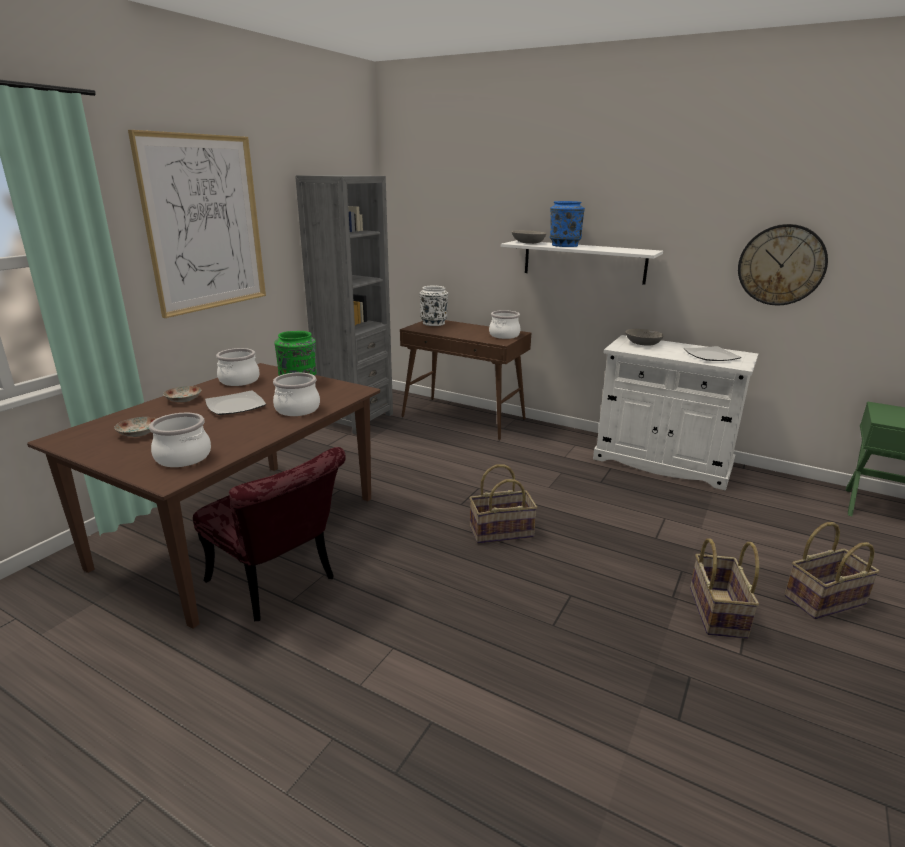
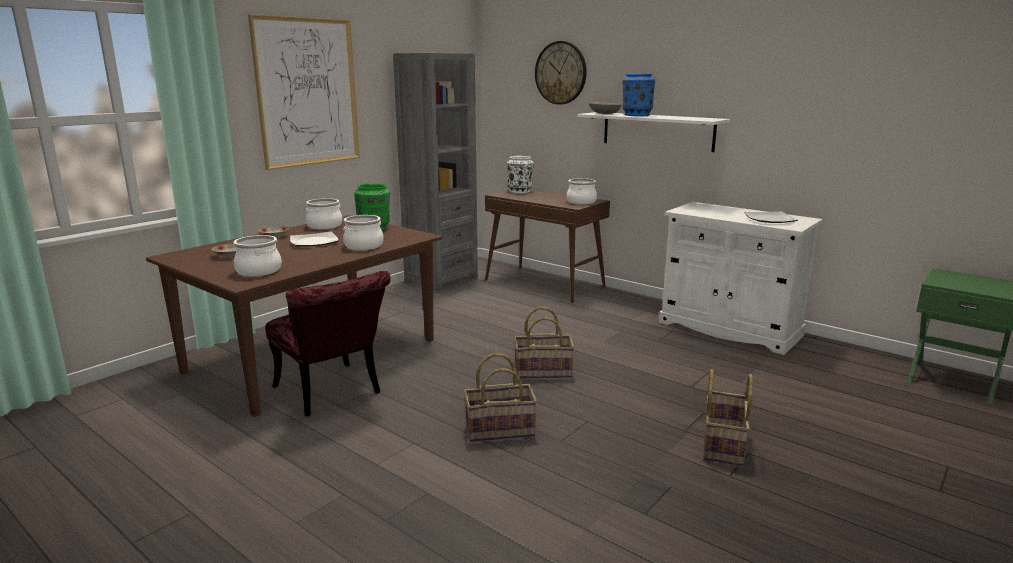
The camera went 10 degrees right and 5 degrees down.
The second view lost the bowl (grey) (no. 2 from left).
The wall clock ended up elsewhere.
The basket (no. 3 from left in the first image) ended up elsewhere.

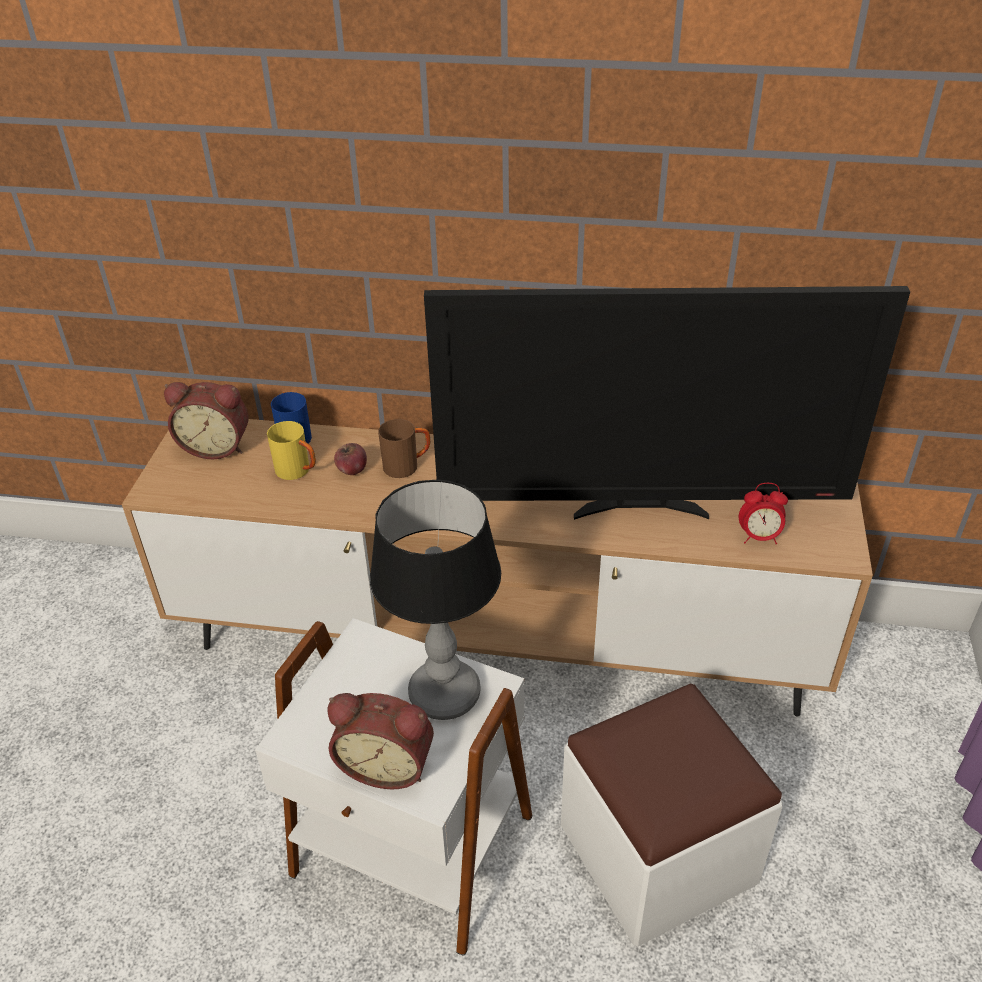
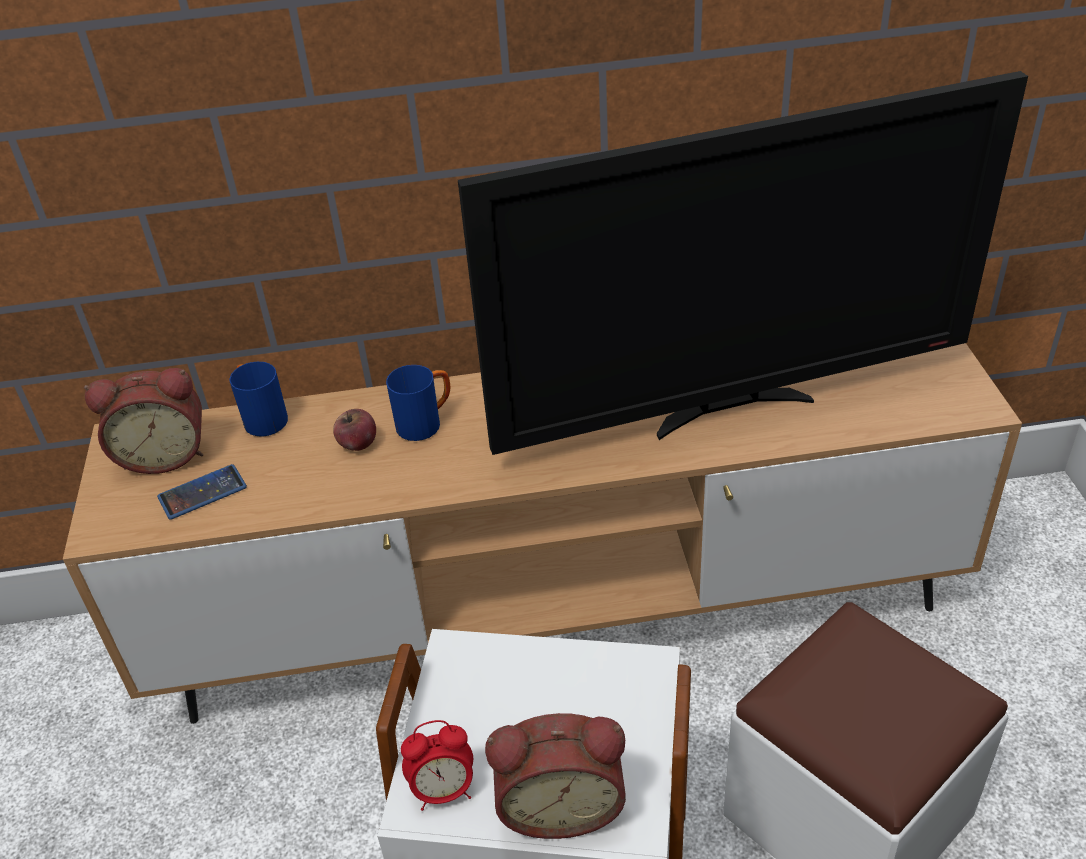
The camera went 15 degrees left and 0 degrees up.
The second view lost the mug (yellow).
The second view lost the table lamp.
The second view gained the phone.
The alarm clock (no. 3 from left in the first image) ended up elsewhere.
What was the mug (brown) turned into the mug (blue) (no. 2 from left).

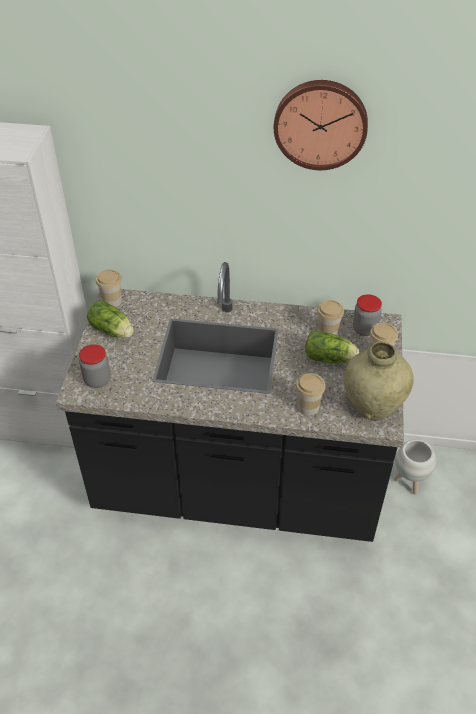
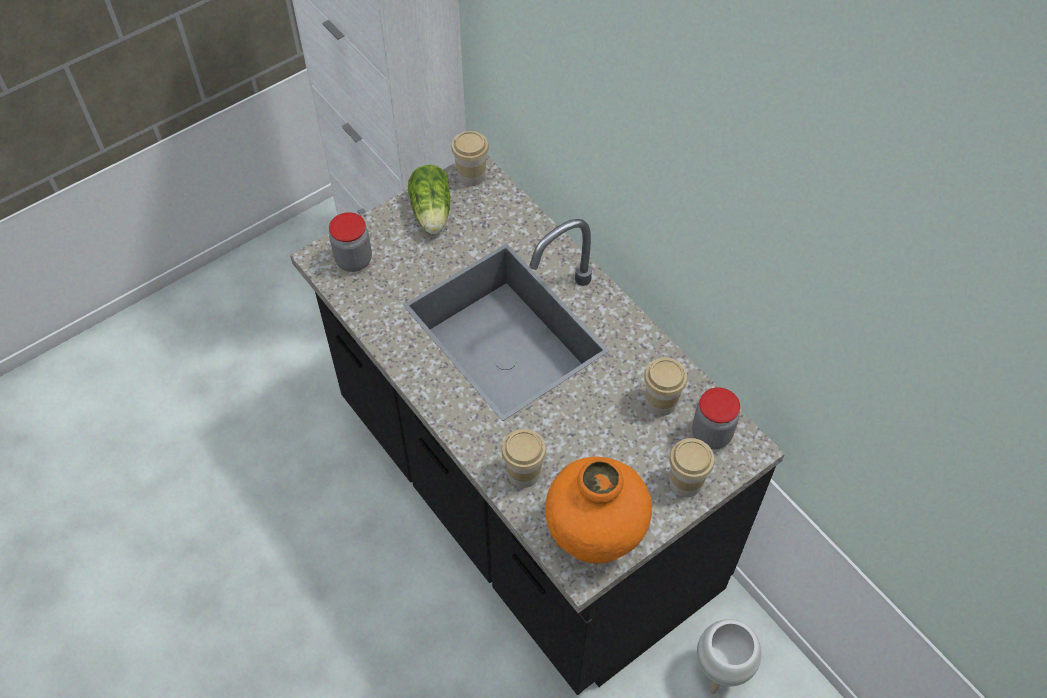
The camera went 45 degrees right and 10 degrees up.
The second view lost the wall clock.
The second view lost the lettuce (no. 2 from left).
What was the vase (beige) turned into the vase (orange).

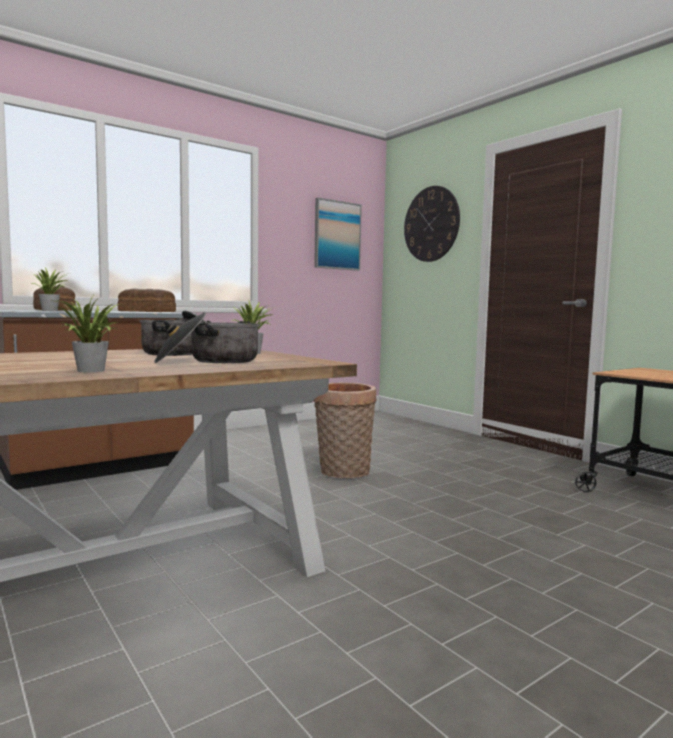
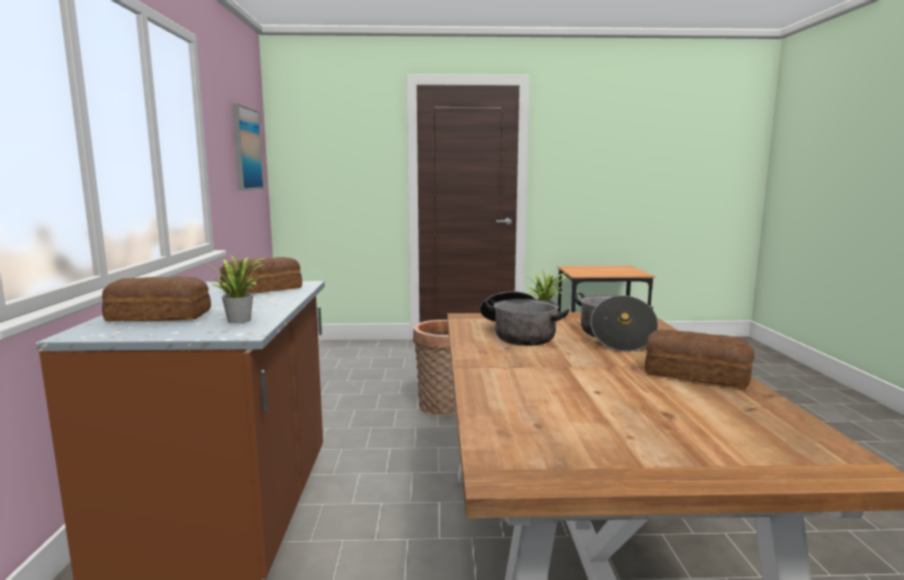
The camera went 55 degrees left and 5 degrees up.
The second view lost the wall clock.
Where the potted plant (no. 2 from left) stood, the bread (no. 3 from left) came to stand.

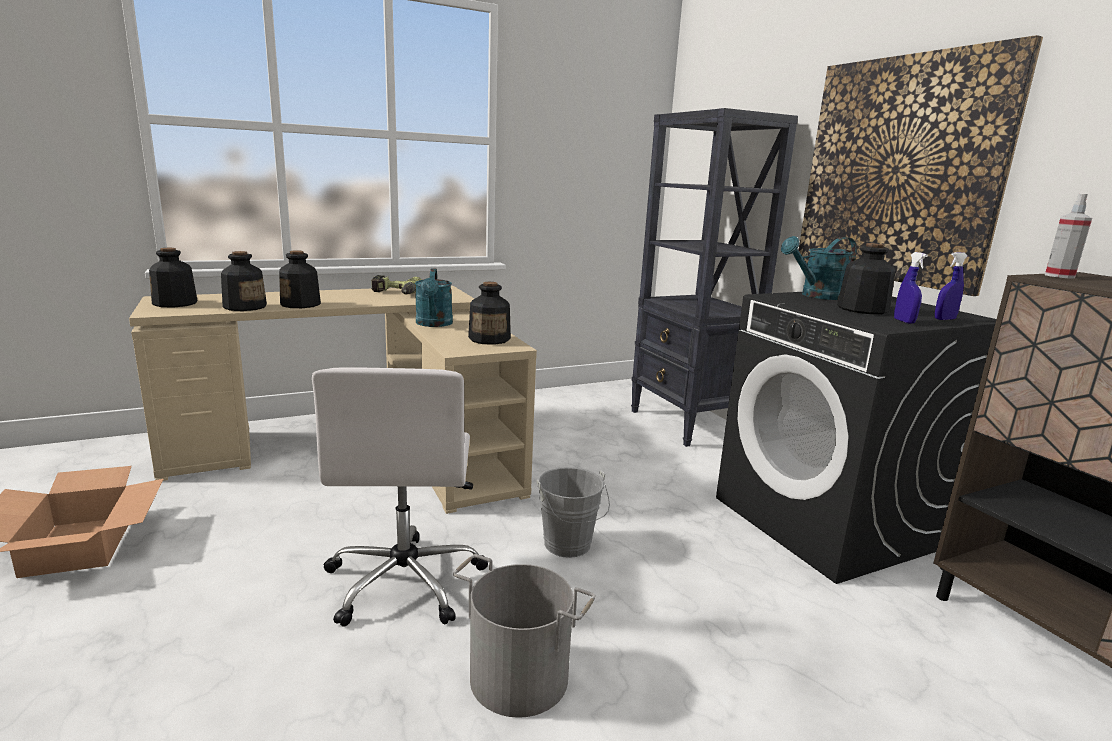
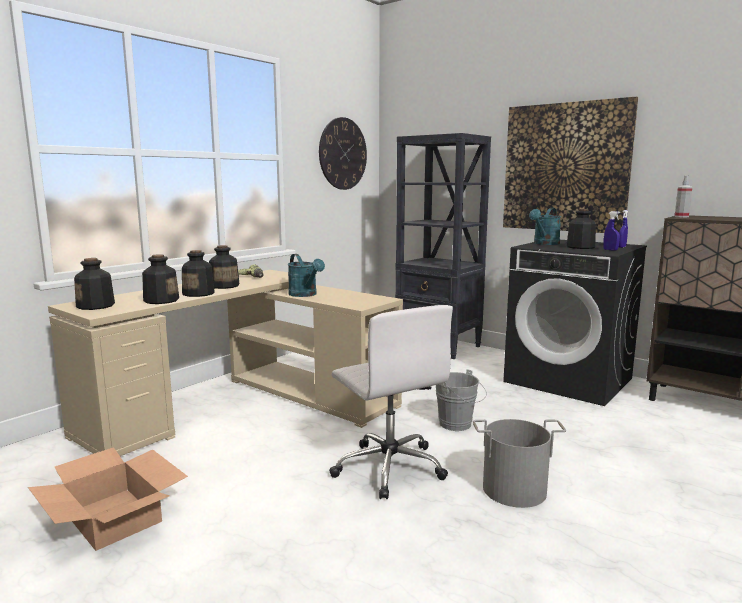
The camera went 25 degrees left and 5 degrees down.
The second view gained the wall clock.
The bottle (no. 4 from left) ended up elsewhere.

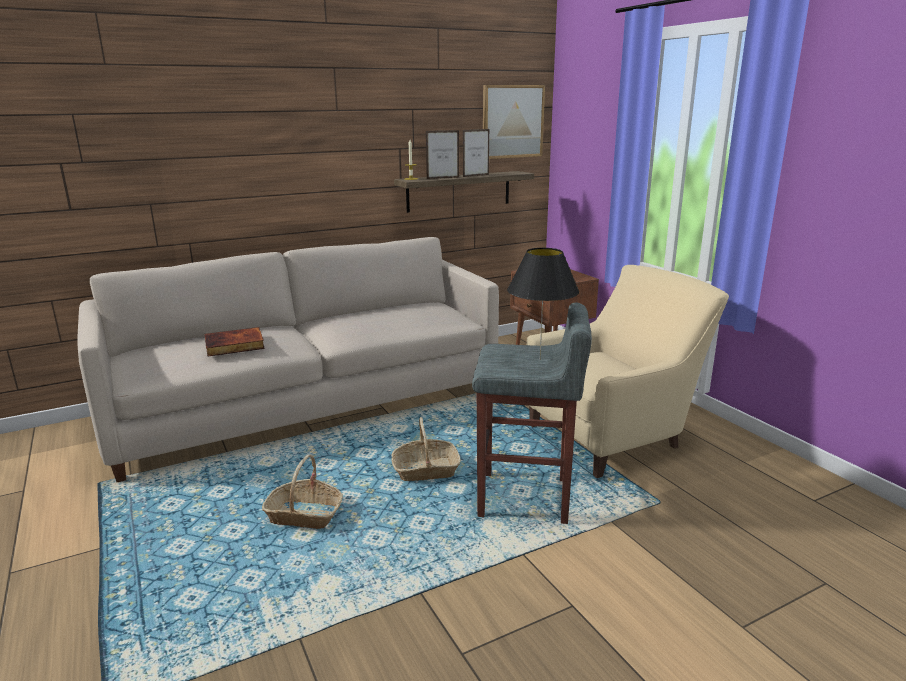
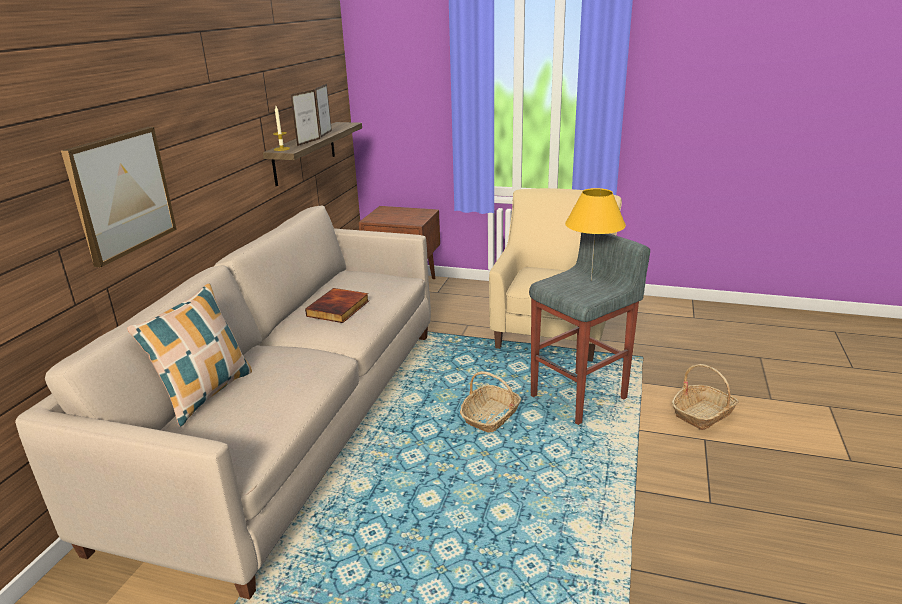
The camera went 45 degrees left and 5 degrees up.
The second view gained the pillow.
The book ended up elsewhere.
The basket (no. 1 from left in the first image) ended up elsewhere.
The picture ended up elsewhere.
What was the table lamp (black) turned into the table lamp (yellow).

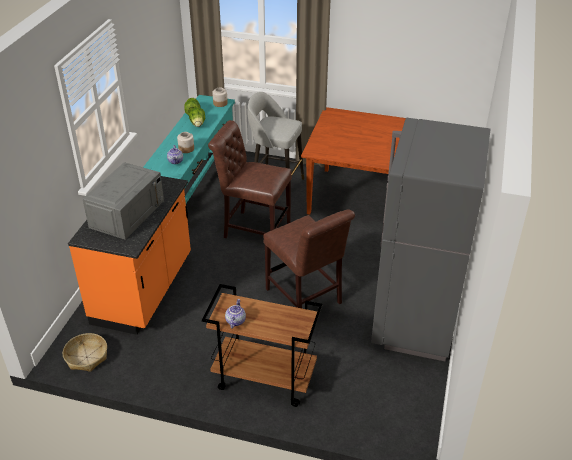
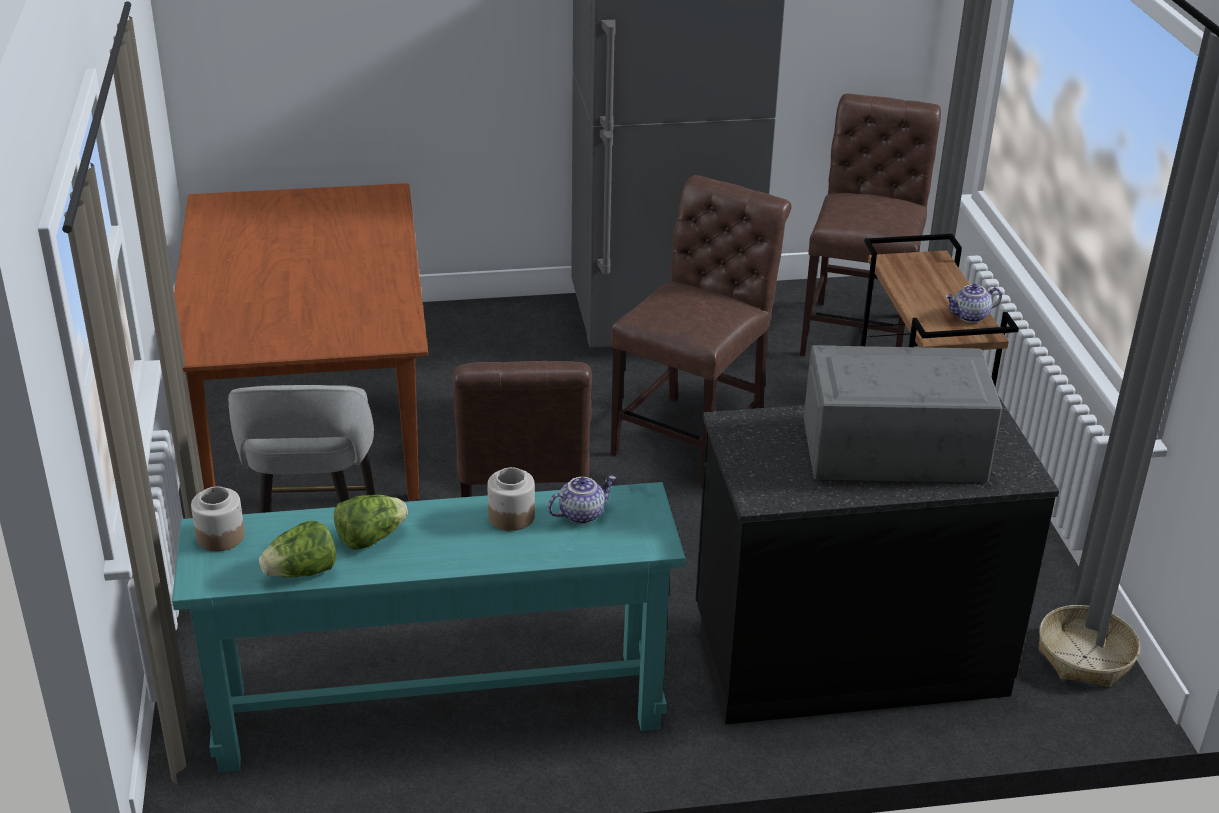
The camera went 115 degrees left and 5 degrees down.
The second view gained the chair (brown) (no. 3 from left).
What was the counter (orange) turned into the counter (black).

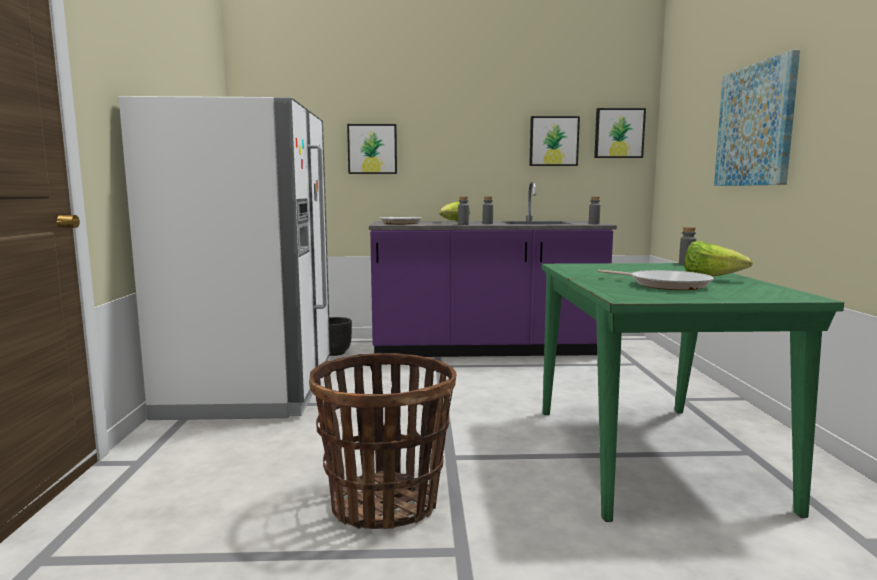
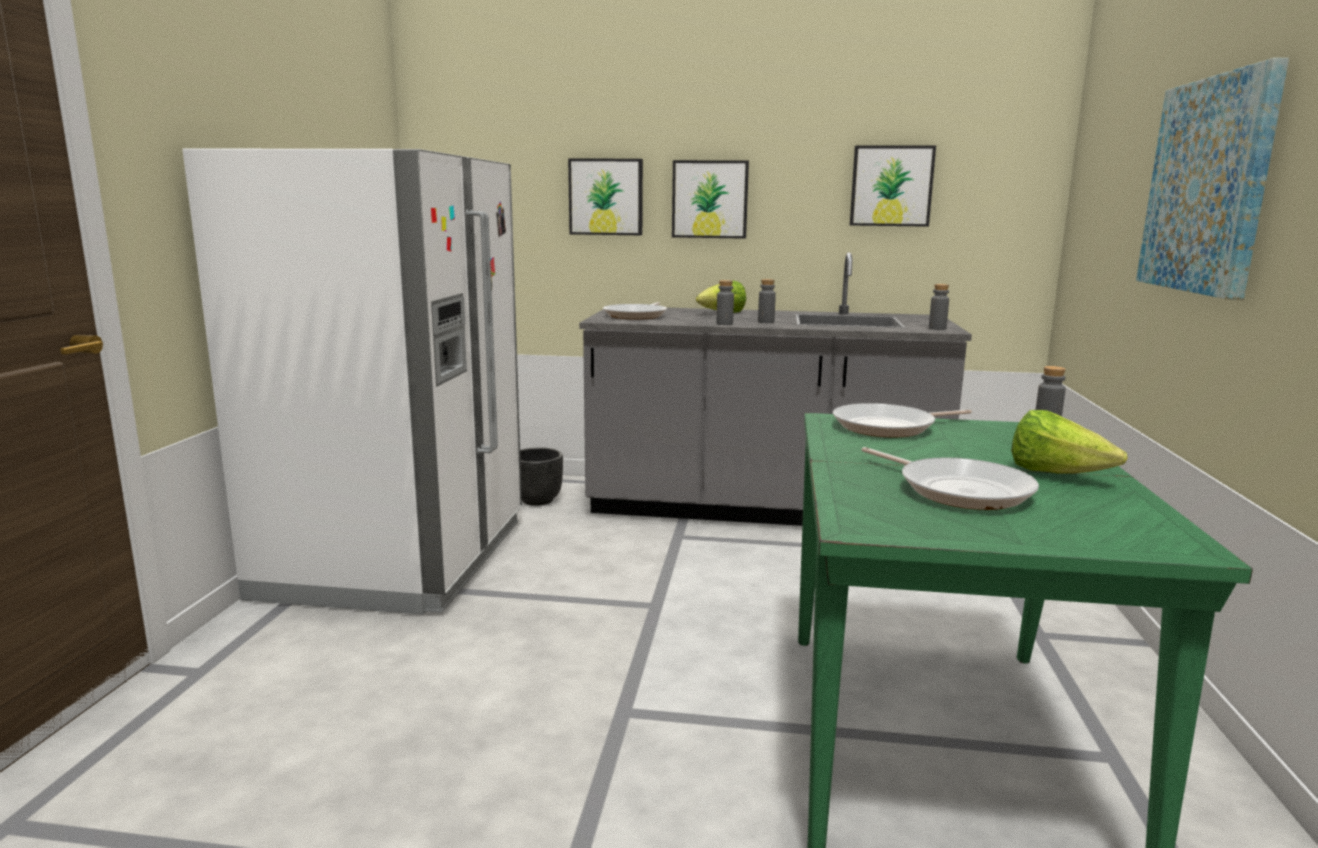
The camera went 10 degrees right and 5 degrees up.
The second view lost the basket.
The second view gained the frying pan (no. 2 from left).
The picture (no. 3 from left in the first image) ended up elsewhere.
What was the counter (purple) turned into the counter (grey).

